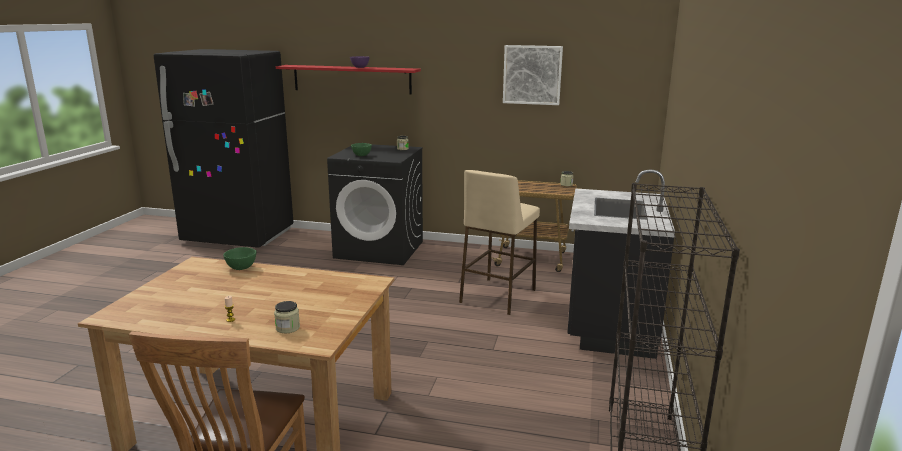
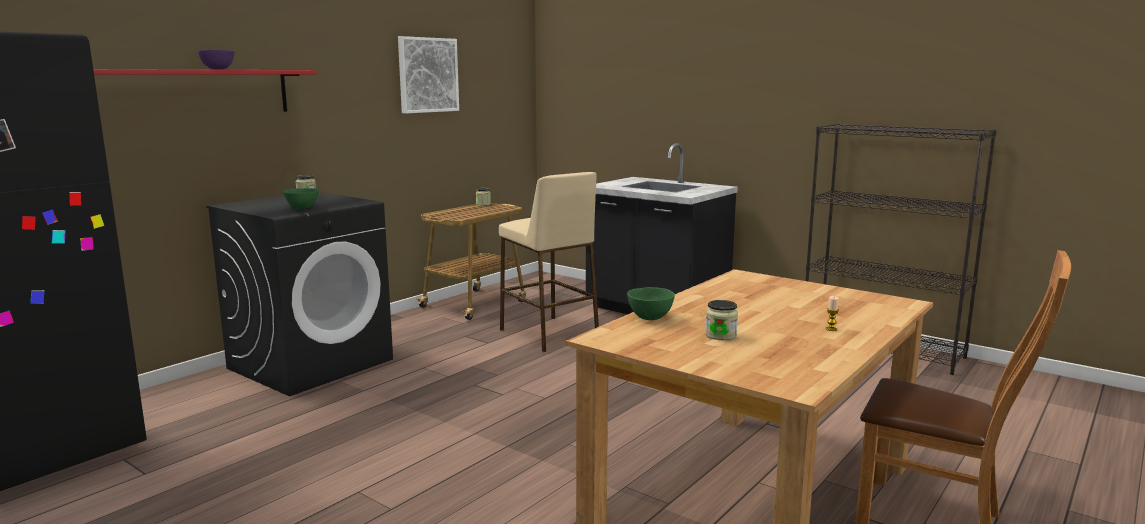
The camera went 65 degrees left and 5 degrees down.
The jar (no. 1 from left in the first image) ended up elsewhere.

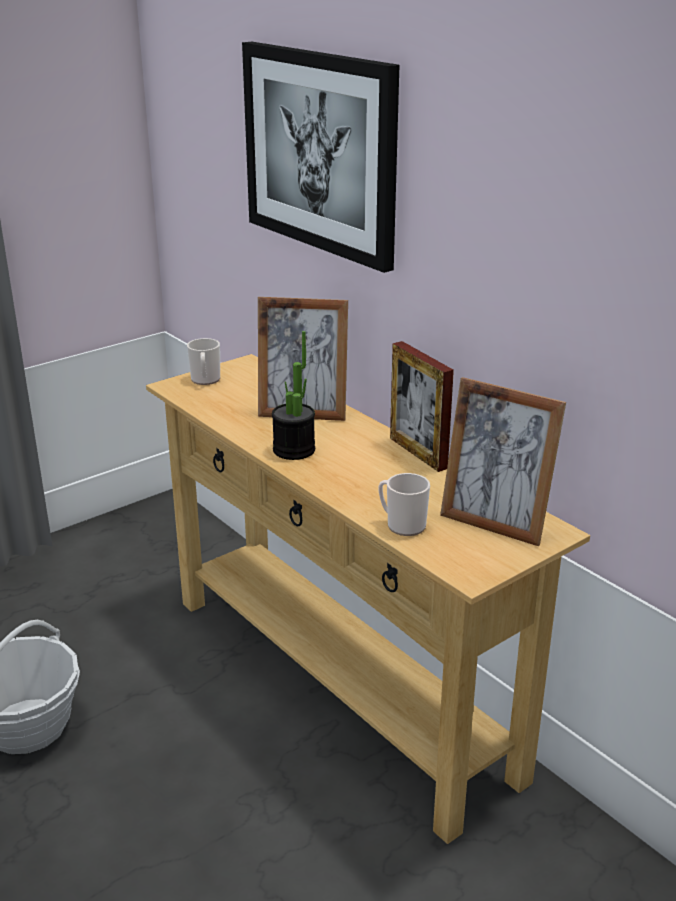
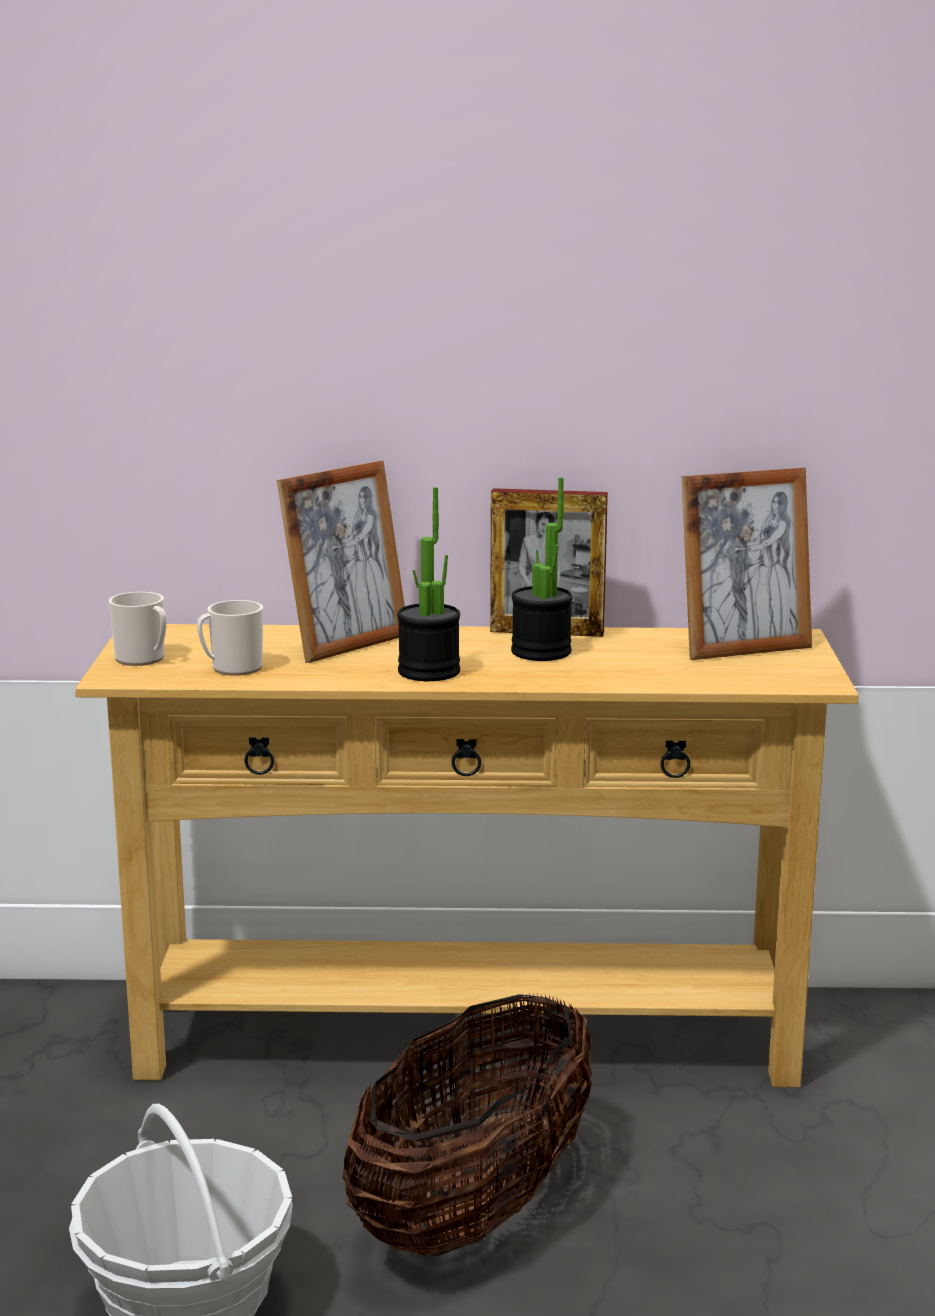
The camera went 50 degrees left and 10 degrees down.
The second view lost the picture.
The second view gained the basket (no. 2 from left).
The second view gained the potted plant (no. 2 from left).
The mug (no. 2 from left) ended up elsewhere.

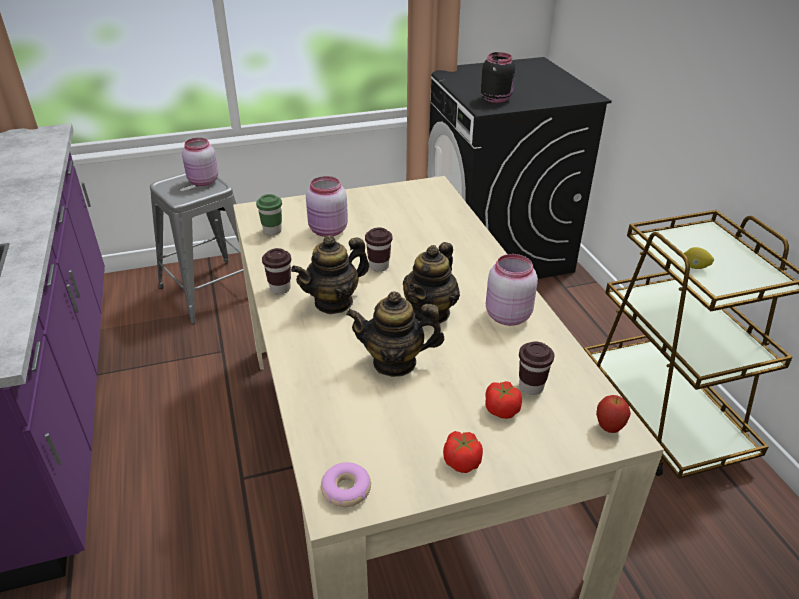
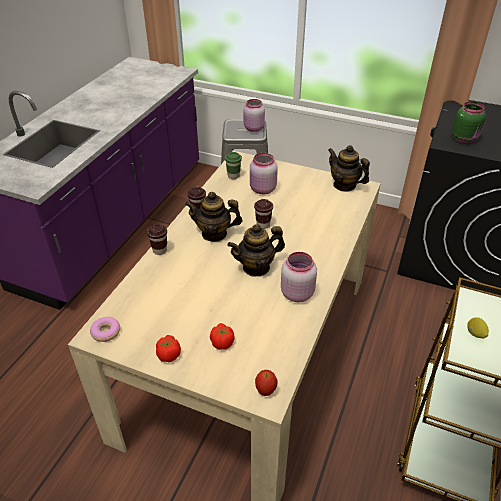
The camera went 40 degrees right and 5 degrees up.
The teapot (no. 2 from left in the first image) ended up elsewhere.
The cup (brown) (no. 3 from left in the first image) ended up elsewhere.
What was the jar (black) turned into the jar (green).

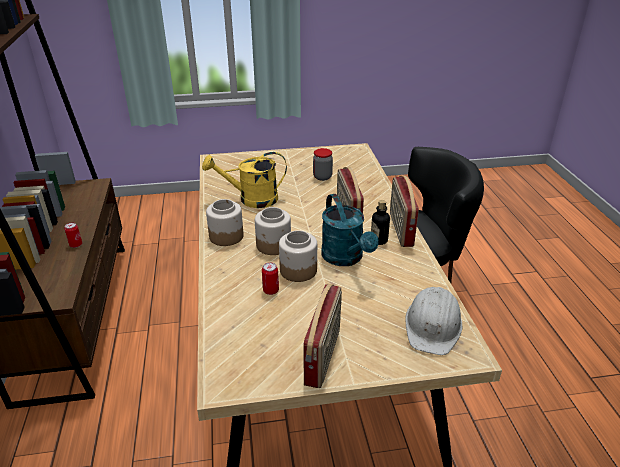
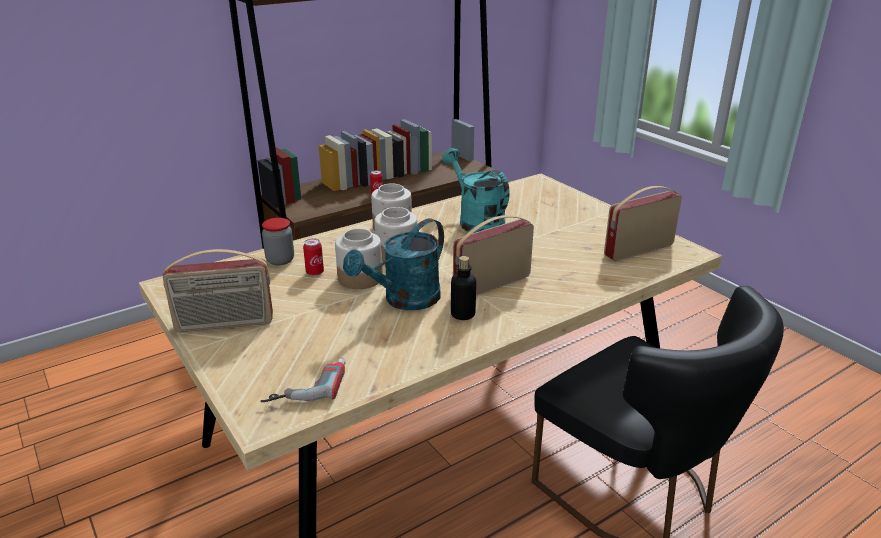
The camera went 65 degrees right and 5 degrees down.
The jar (no. 4 from left in the first image) ended up elsewhere.
The radio (no. 3 from left) ended up elsewhere.
Where the hard hat (white) stood, the power drill came to stand.
What was the watering can (yellow) turned into the watering can (turquoise) (no. 2 from left).

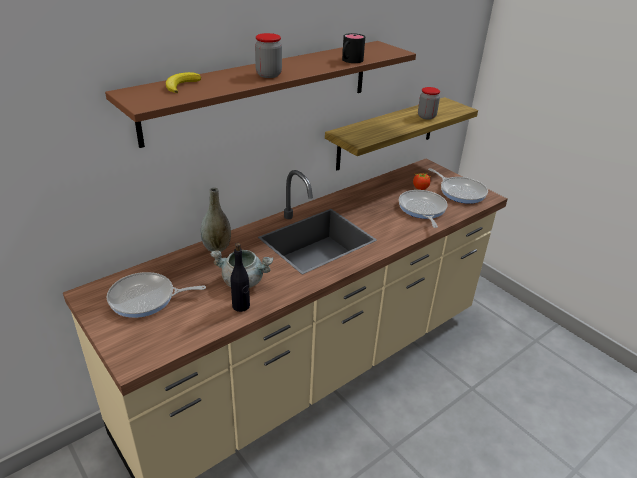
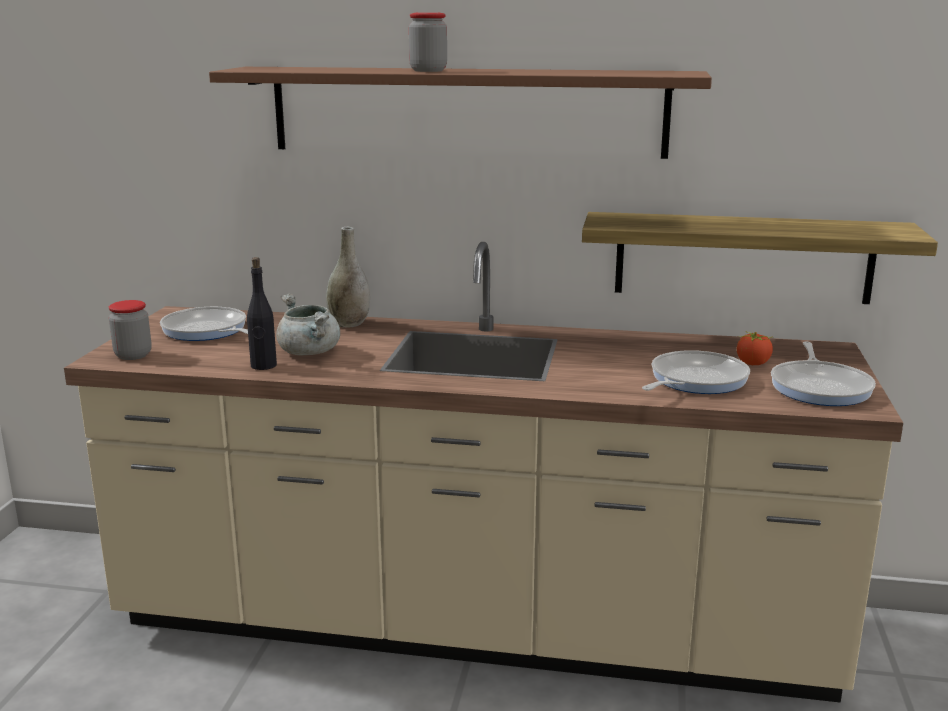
The camera went 50 degrees right and 15 degrees down.
The second view lost the banana.
The second view lost the mug (black).
The jar (no. 2 from left in the first image) ended up elsewhere.

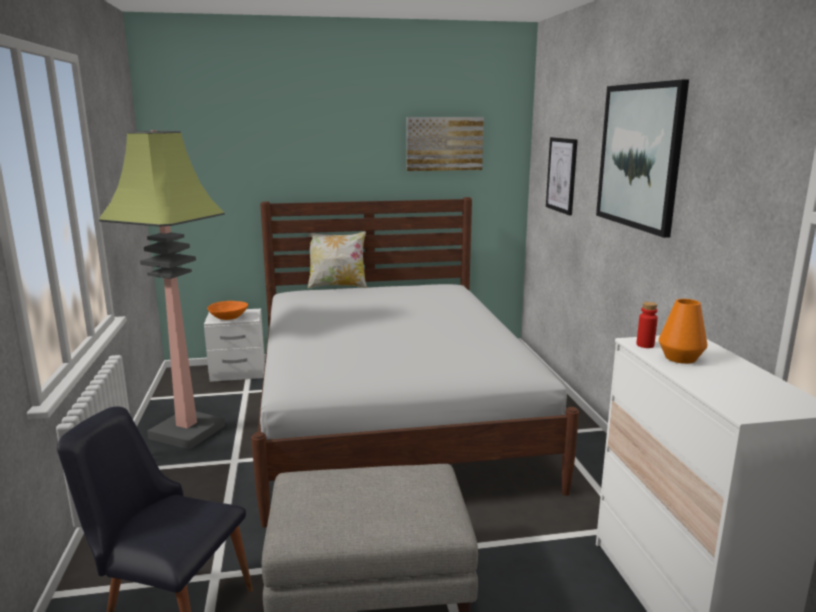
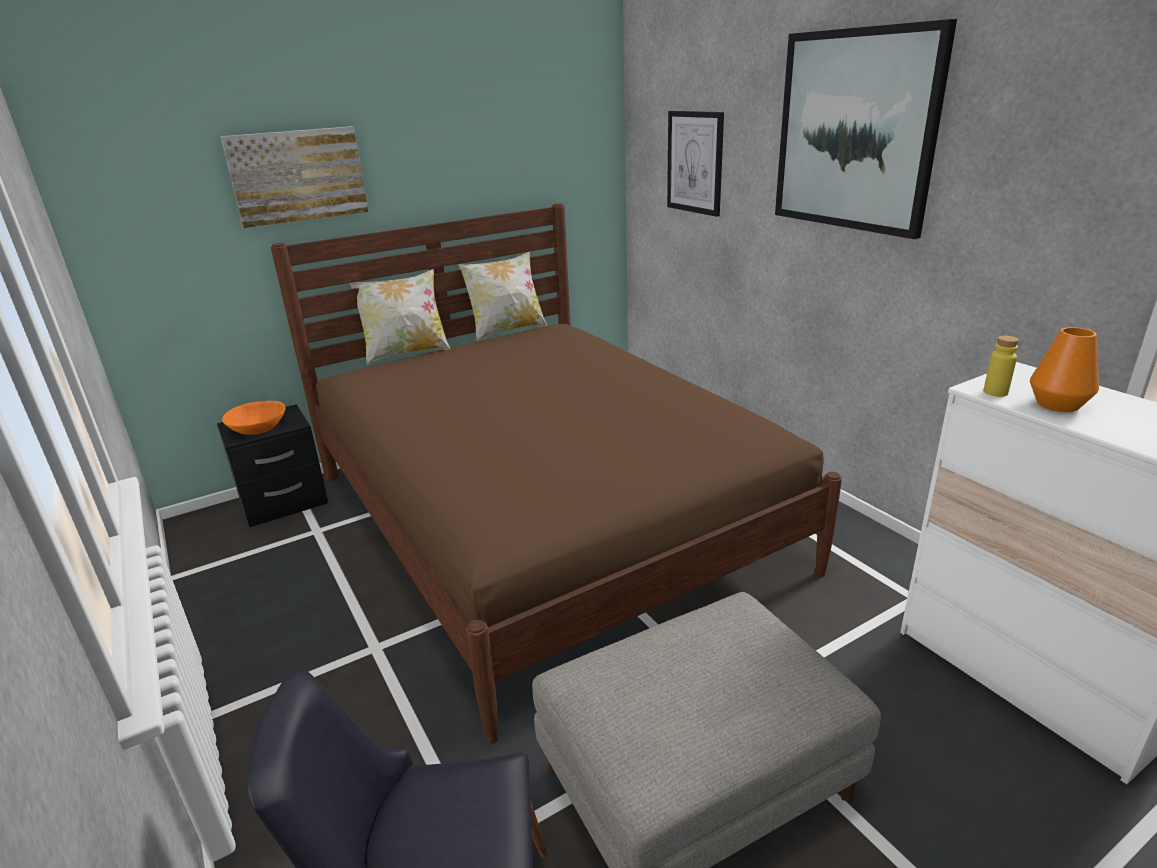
The camera went 20 degrees left and 10 degrees up.
The second view lost the floor lamp.
The second view gained the pillow (no. 2 from left).
The picture (no. 1 from left) ended up elsewhere.
What was the nightstand (white) turned into the nightstand (black).
What was the bed (white) turned into the bed (brown).
What was the bottle (red) turned into the bottle (yellow).

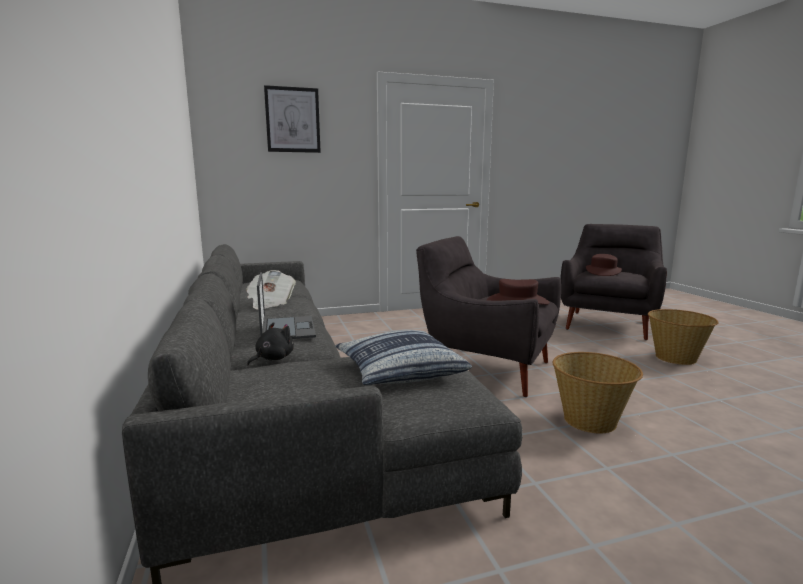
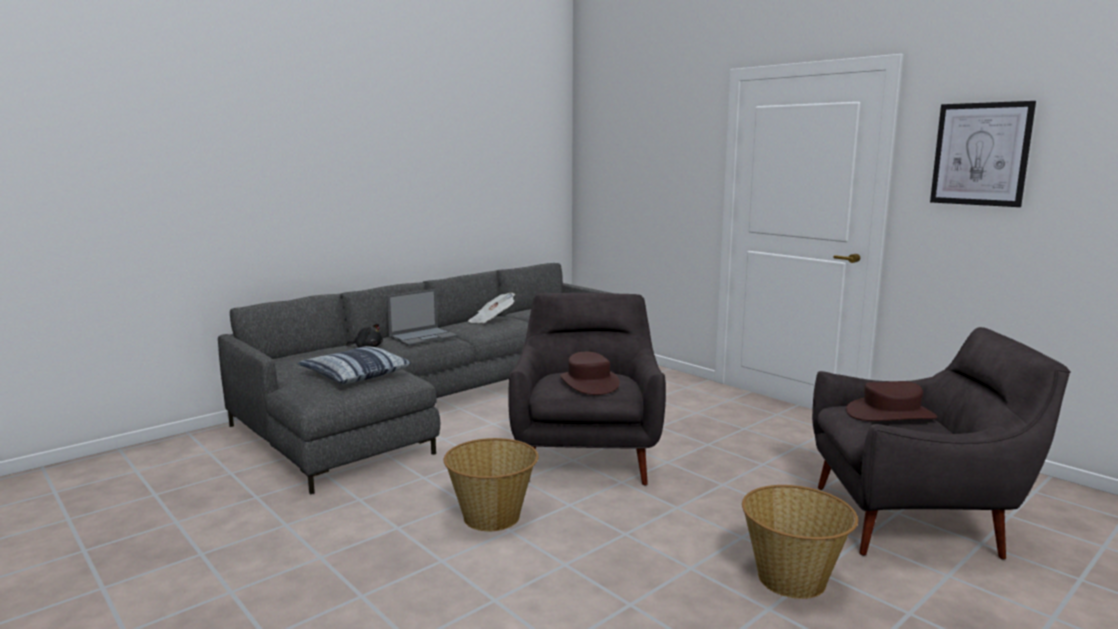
The camera went 65 degrees right and 0 degrees up.
The picture ended up elsewhere.

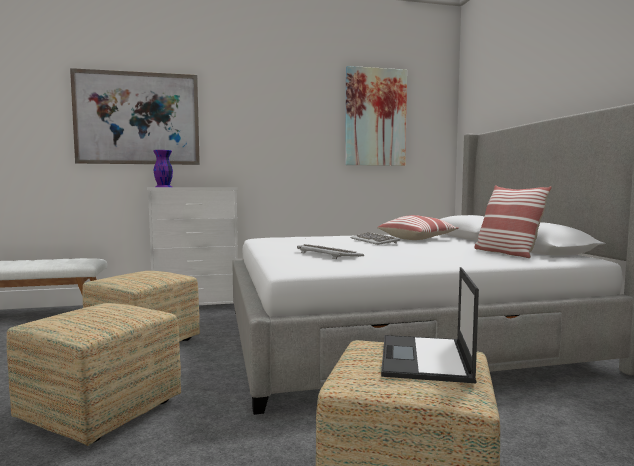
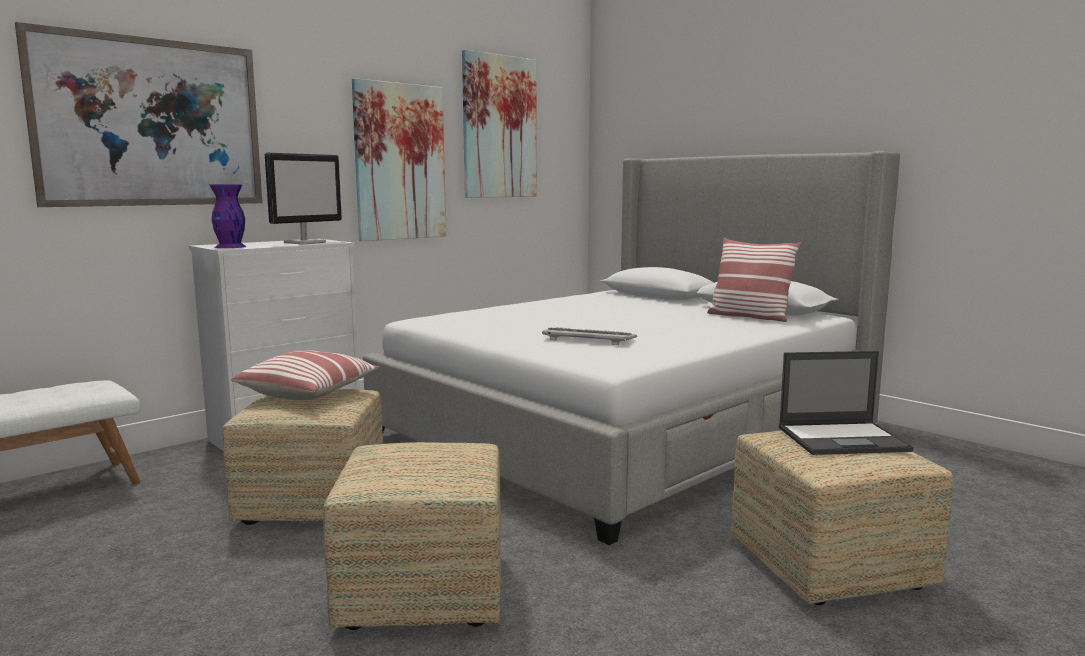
The camera went 30 degrees left and 5 degrees up.
The second view lost the keyboard (no. 2 from left).
The second view gained the monitor.
The second view gained the picture (no. 2 from left).
The pillow (no. 1 from left) ended up elsewhere.
The laptop ended up facing another way, 75 degrees counterclockwise from before.

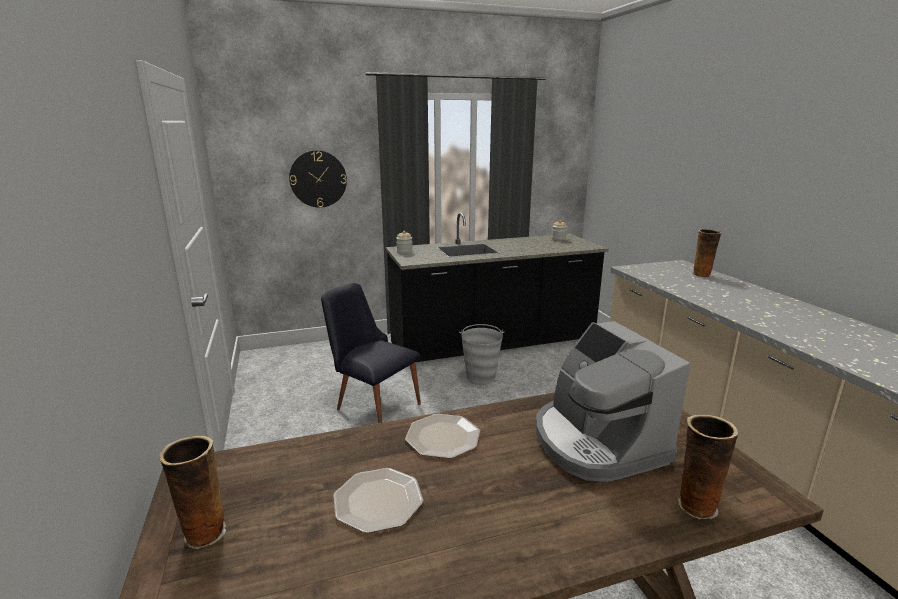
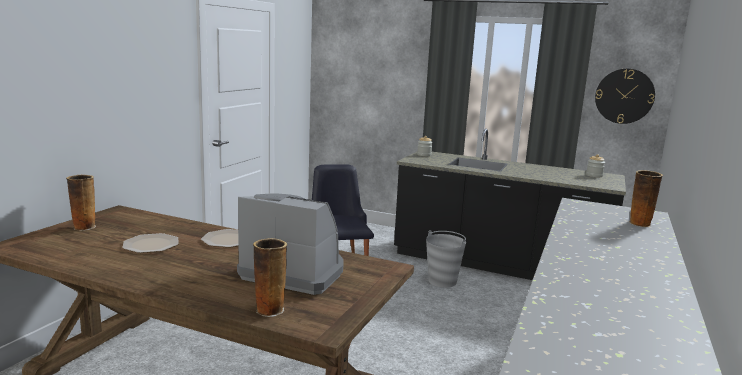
The camera went 40 degrees right and 5 degrees down.
The wall clock ended up elsewhere.
The coffee machine ended up facing another way, 90 degrees clockwise from before.

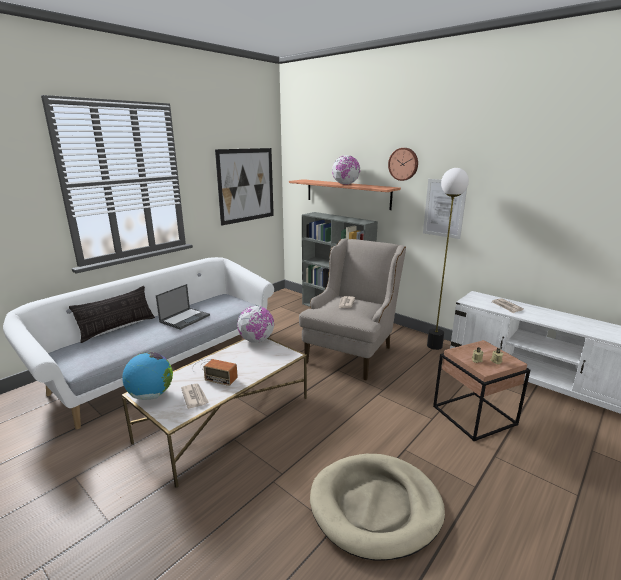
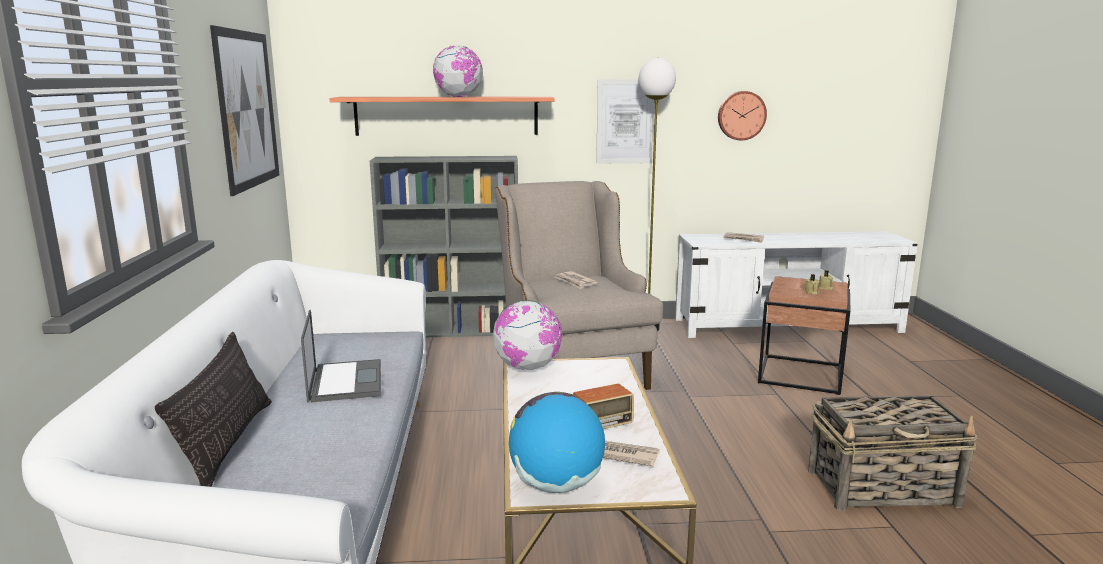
The camera went 45 degrees left and 5 degrees down.
The wall clock ended up elsewhere.
Where the dog bed (beige) stood, the basket came to stand.

